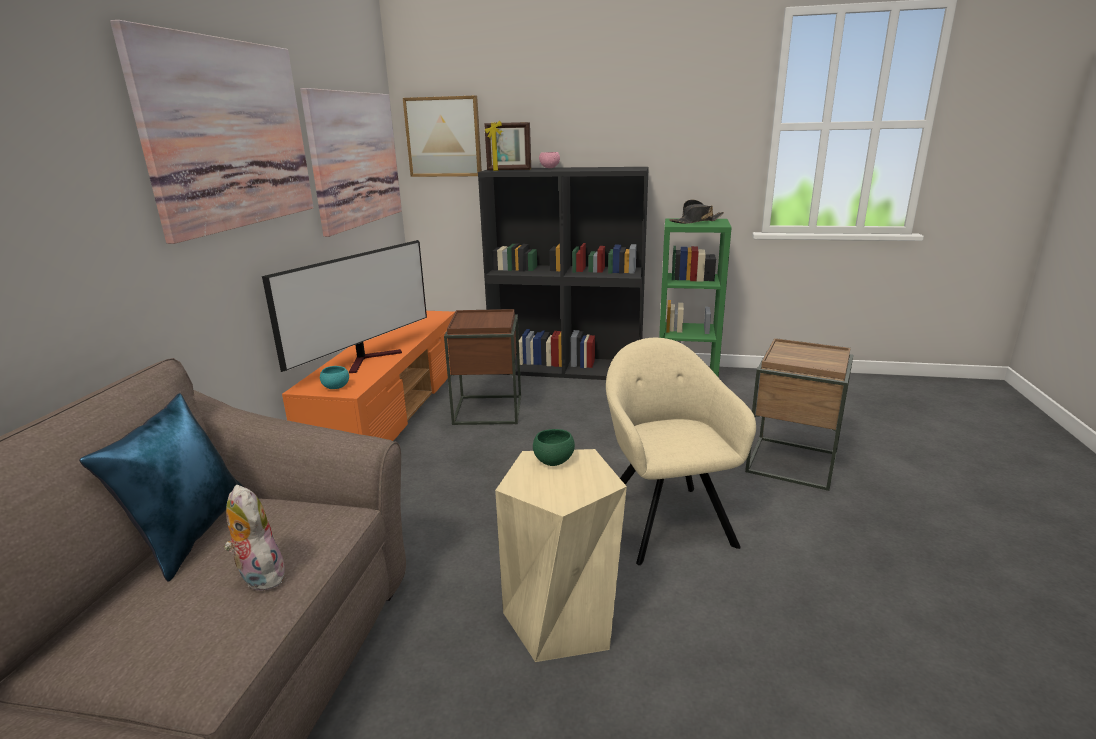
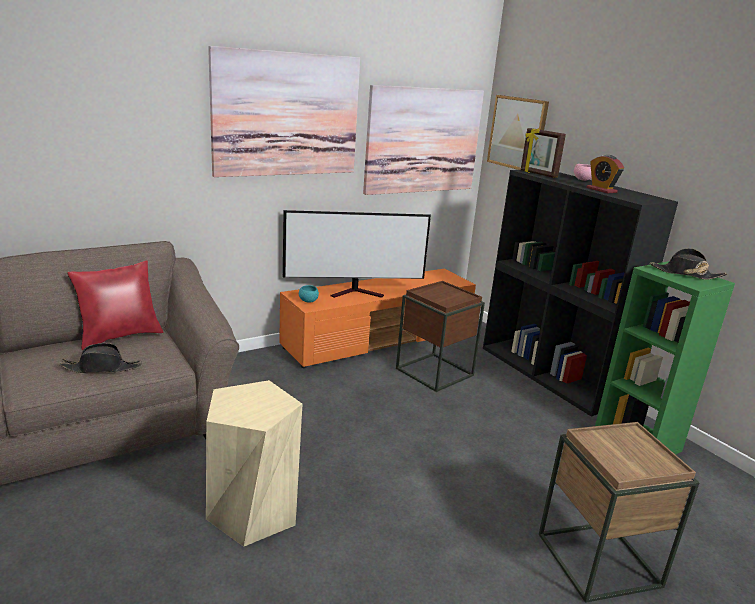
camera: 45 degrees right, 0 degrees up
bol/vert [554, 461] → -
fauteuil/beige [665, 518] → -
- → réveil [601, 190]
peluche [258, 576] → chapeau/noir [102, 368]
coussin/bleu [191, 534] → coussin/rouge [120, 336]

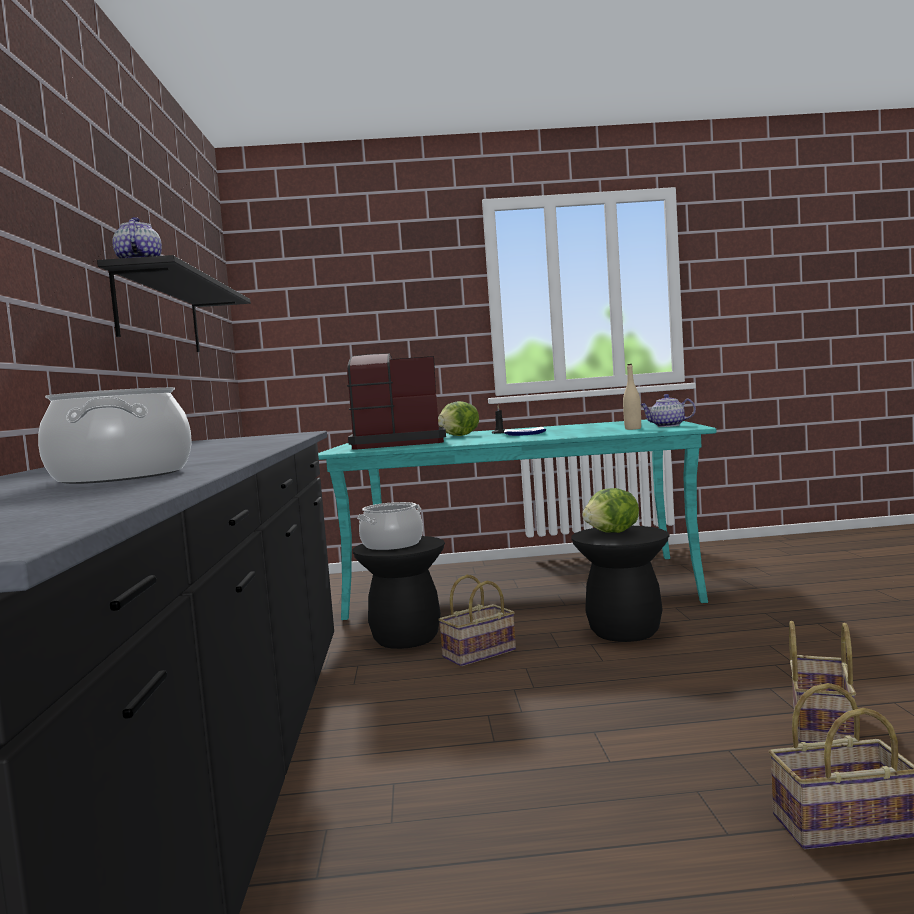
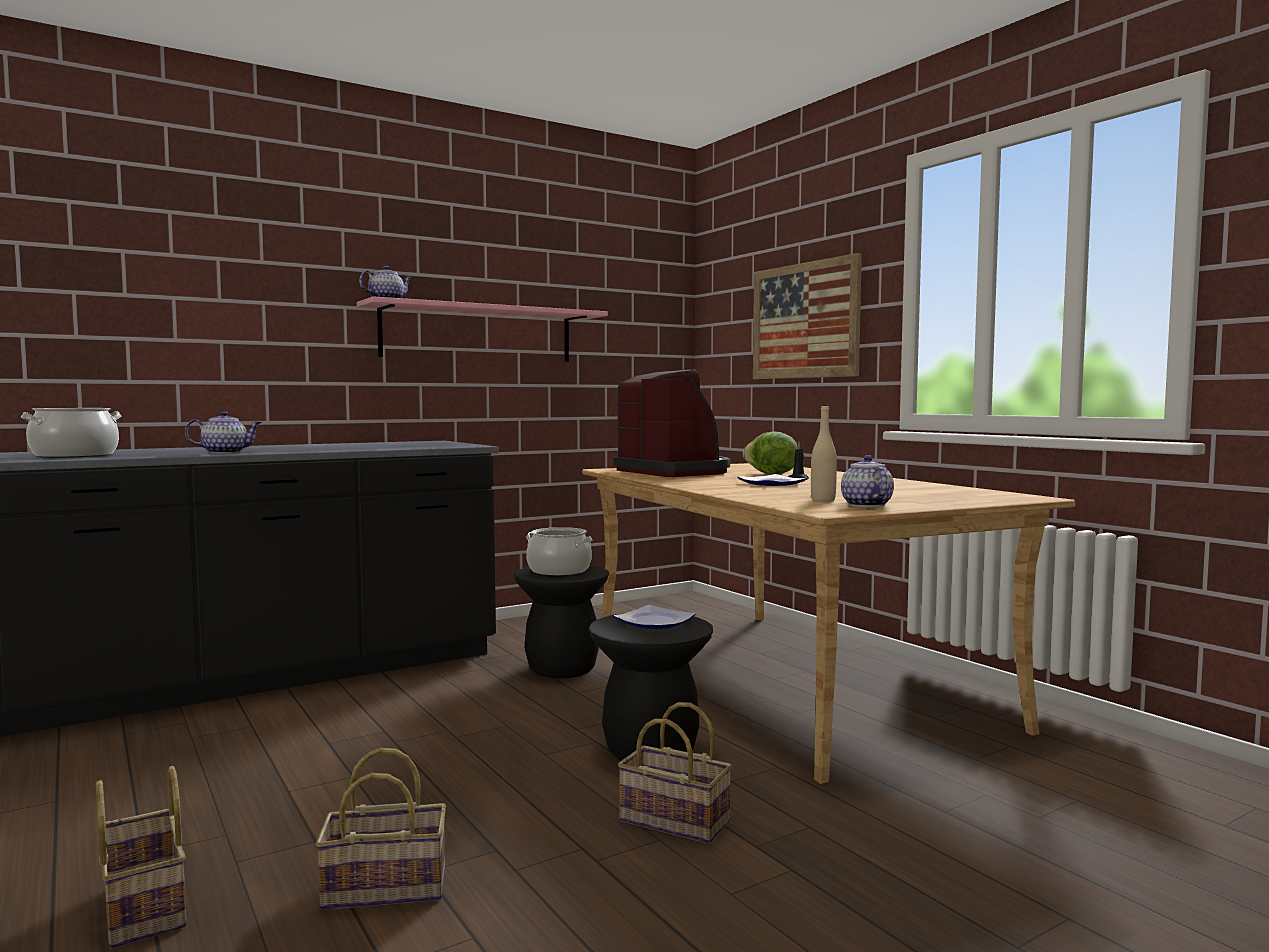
camera: 60 degrees right, 0 degrees up
- → théière [226, 452]
- → tableau [805, 321]
panier [478, 654] → panier [671, 821], relocated
laitue [613, 533] → assiette [655, 623]
étagère/noir [160, 315] → étagère/rose [478, 334]
table à manger/turquoise [519, 586] → table à manger/beige [780, 678]

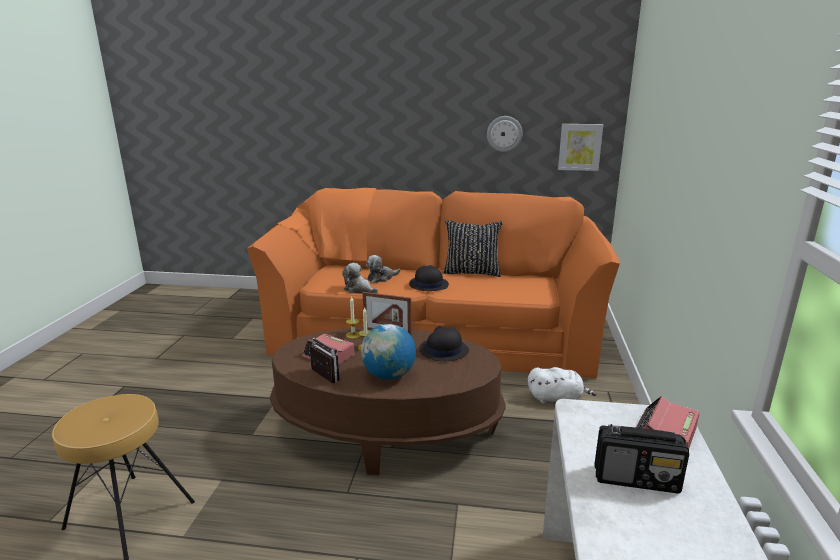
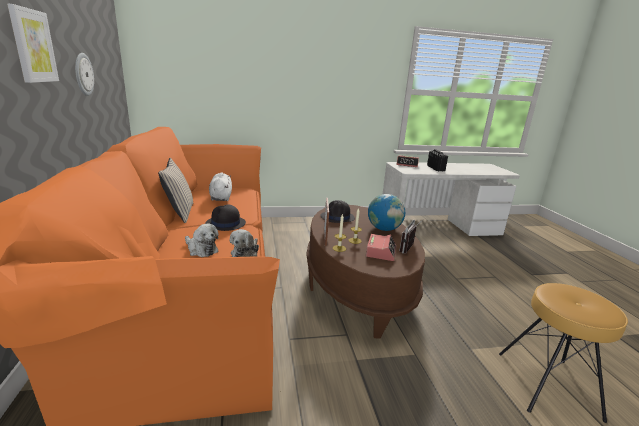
camera: 110 degrees left, 0 degrees up
peluche/blanc [557, 399] → peluche/blanc [221, 197], relocated
tableau [580, 147] → tableau [33, 46], relocated
coussin/noir [471, 272] → coussin/beige [179, 213]

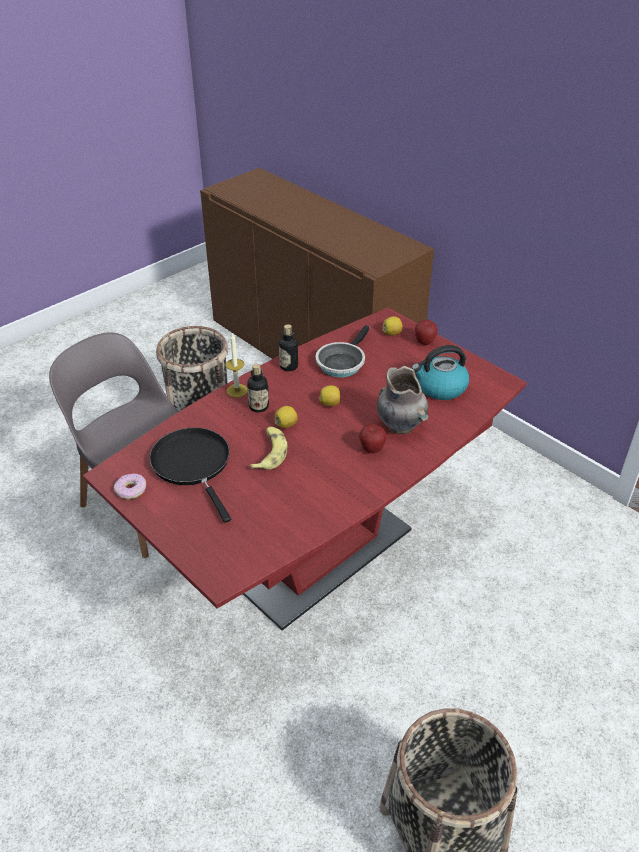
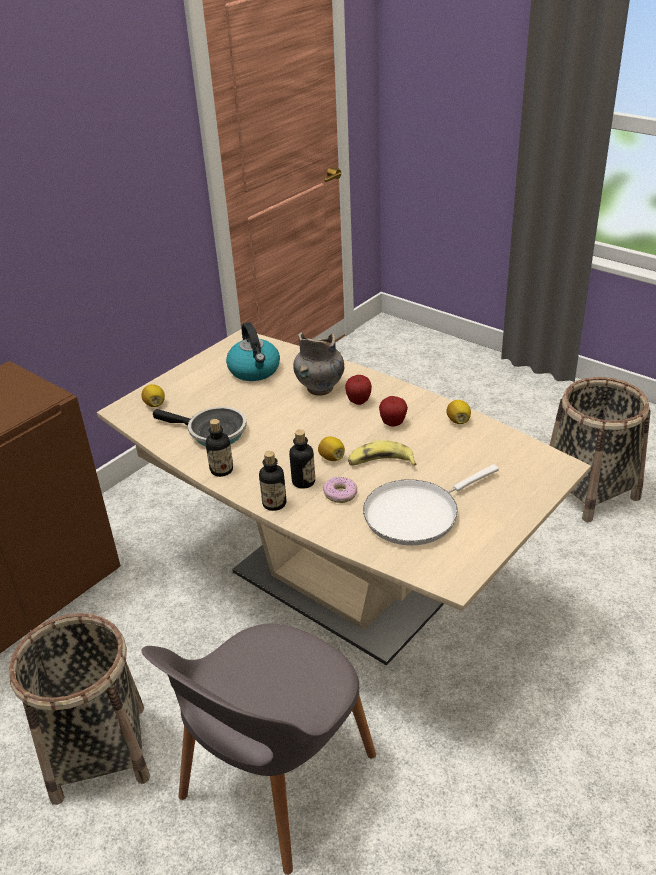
camera: 95 degrees left, 5 degrees down
beignet [131, 490] → beignet [340, 494], relocated
citron [330, 403] → citron [458, 421], relocated
pomme [424, 342] → pomme [393, 424], relocated
bougie [237, 390] → bouteille [274, 503]
table à manger/rouge [319, 552] → table à manger/beige [336, 587]
poêle/noir [193, 465] → poêle/blanc [416, 514]

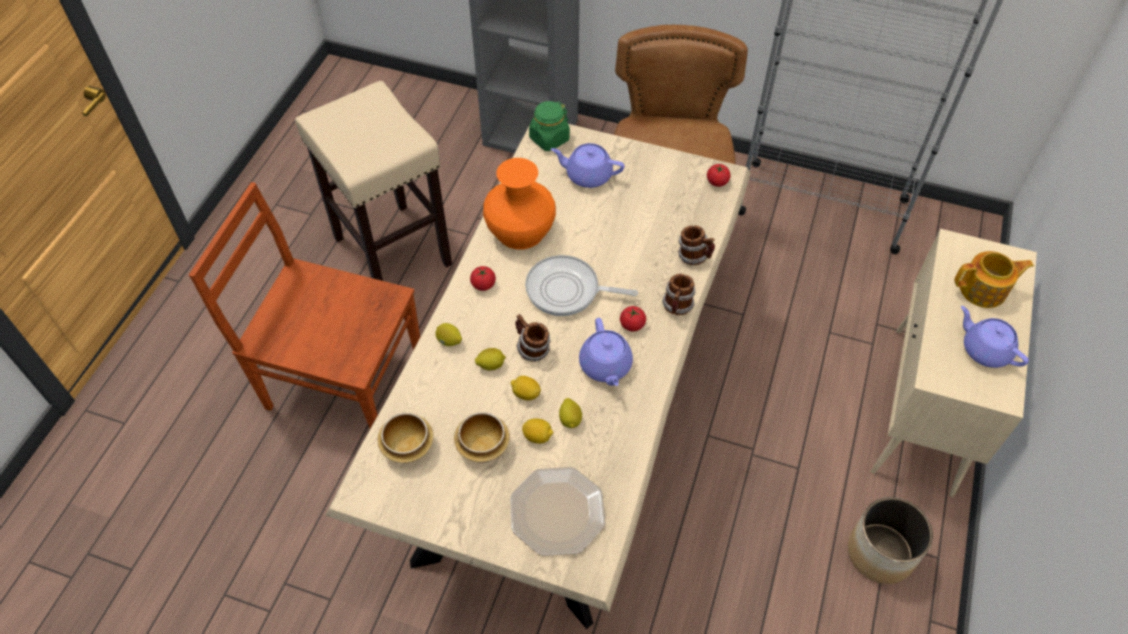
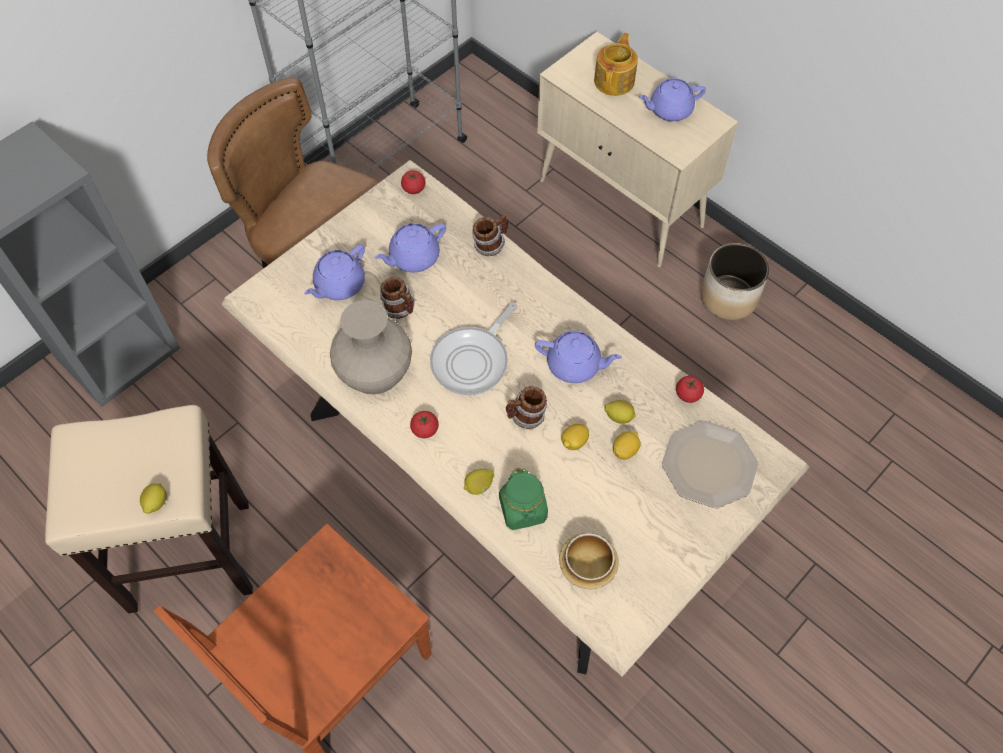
camera: 65 degrees left, 5 degrees up
bol [482, 447] → -
- → théière/violet [413, 258]
citron [491, 365] → citron [156, 503], relocated
bocal/vert [549, 139] → bocal/vert [523, 509], relocated
tomate [632, 325] → tomate [688, 394], relocated
mug [677, 307] → mug [400, 309], relocated
vase/orange [520, 230] → vase/beige [374, 371]

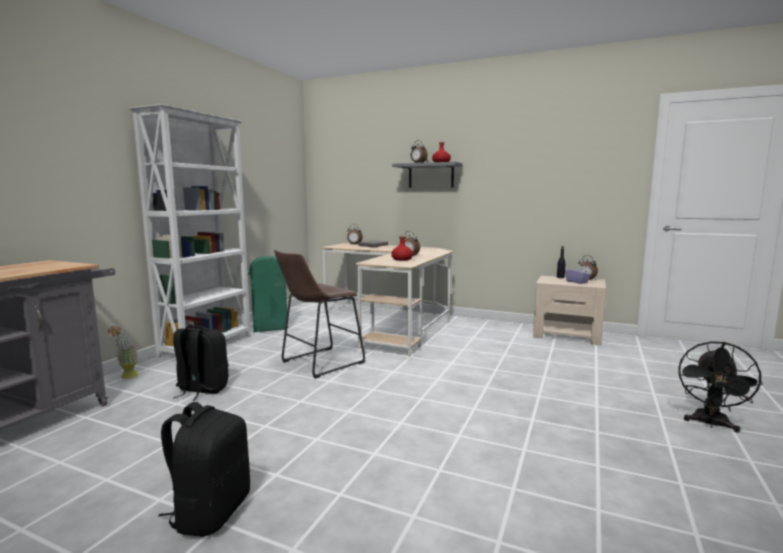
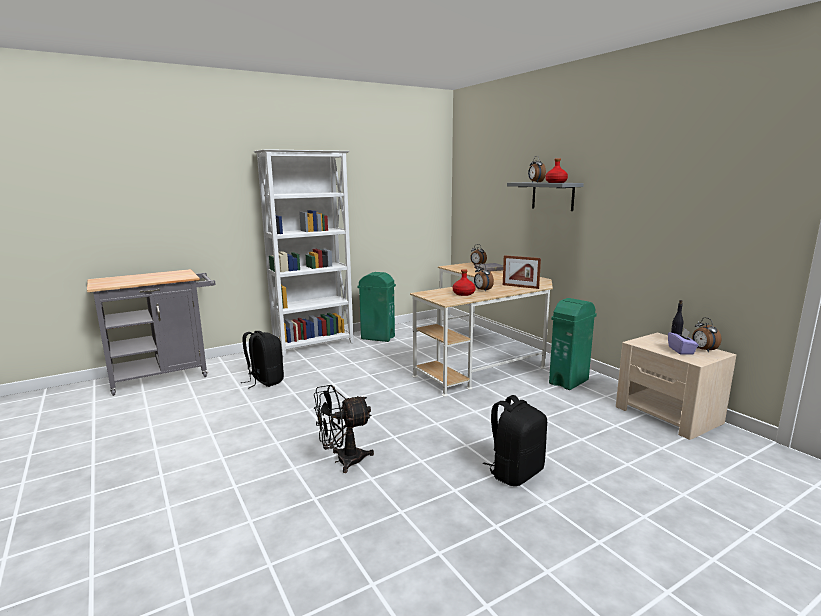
camera: 35 degrees right, 5 degrees up
plante en pot [126, 377] → -
tabouret/marron [318, 363] → -
- → cadre photo [520, 286]
- → poubelle/vert [569, 382]
sac à dos/noir [210, 512] → sac à dos/noir [515, 472], relocated
ventilateur/noir [710, 424] → ventilateur/noir [343, 461], relocated

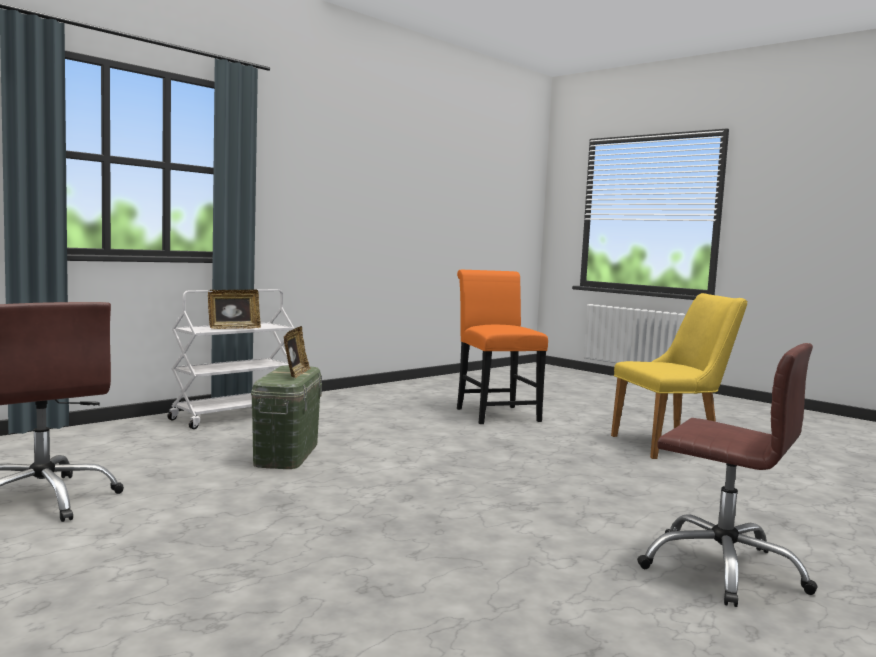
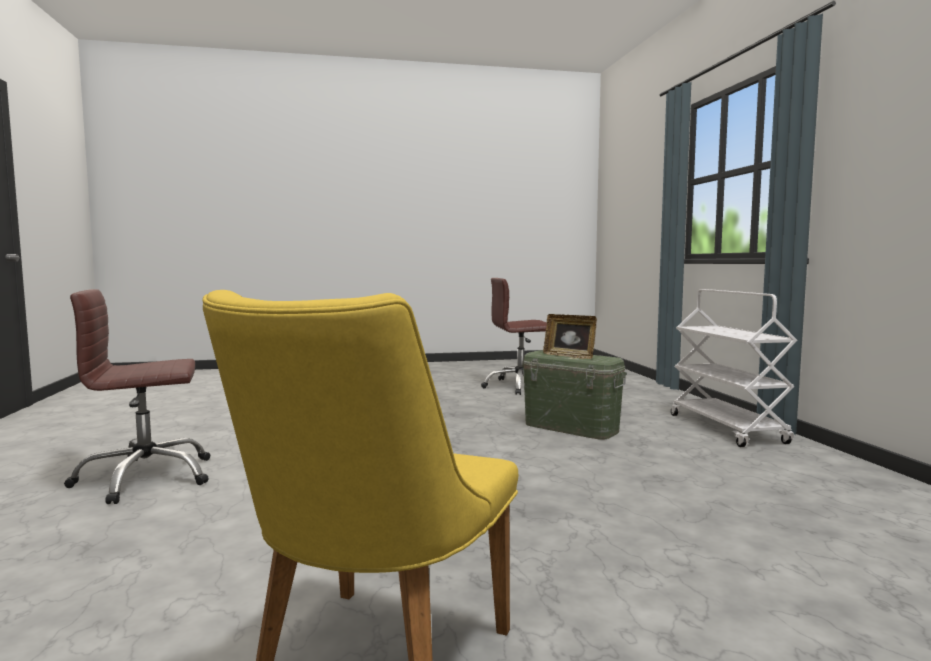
camera: 125 degrees right, 0 degrees up
cadre photo [233, 328] → -
chaise/orange [495, 413] → -

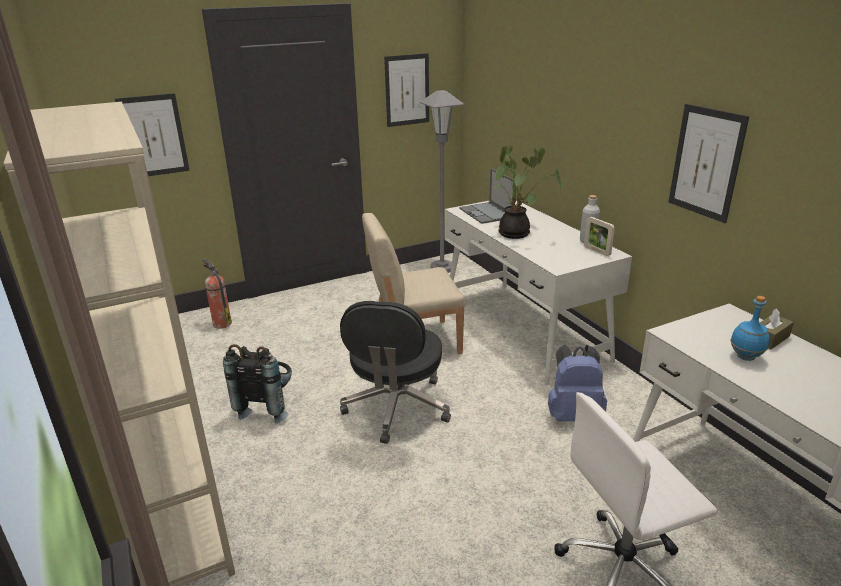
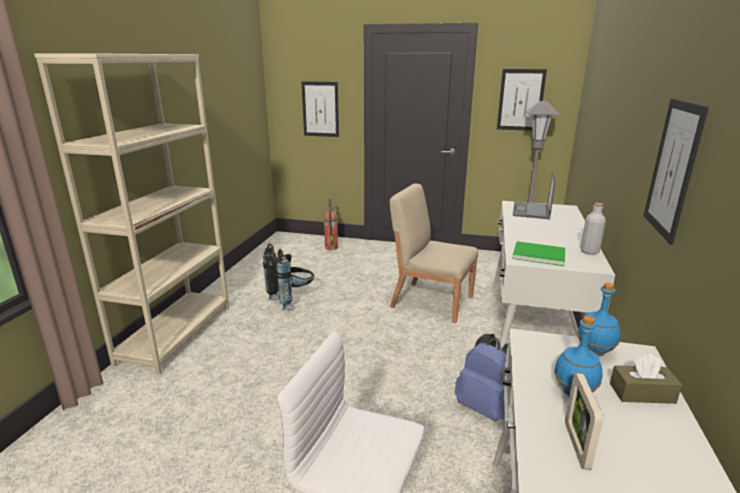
camera: 40 degrees right, 5 degrees down
chaise de bureau/noir [396, 408] → -
plante en pot [517, 234] → -
- → livre/vert [537, 254]
- → bouteille/bleu [595, 352]
cadre photo [597, 251] → cadre photo [576, 445], relocated

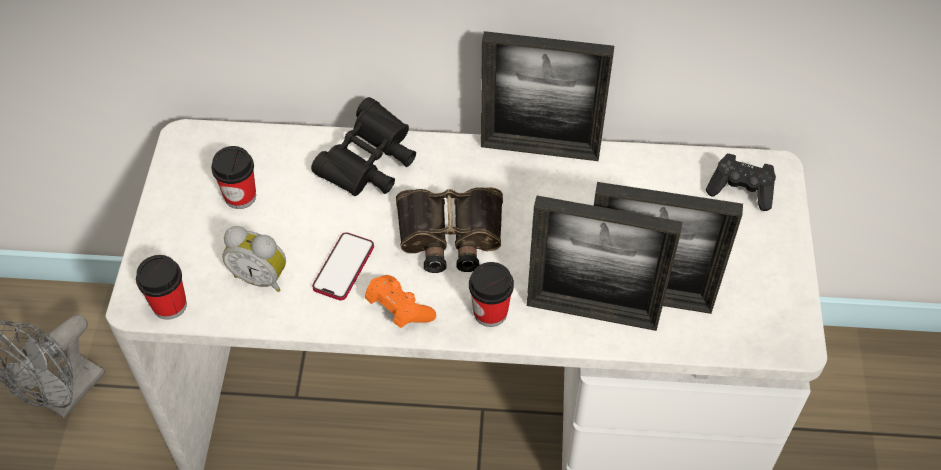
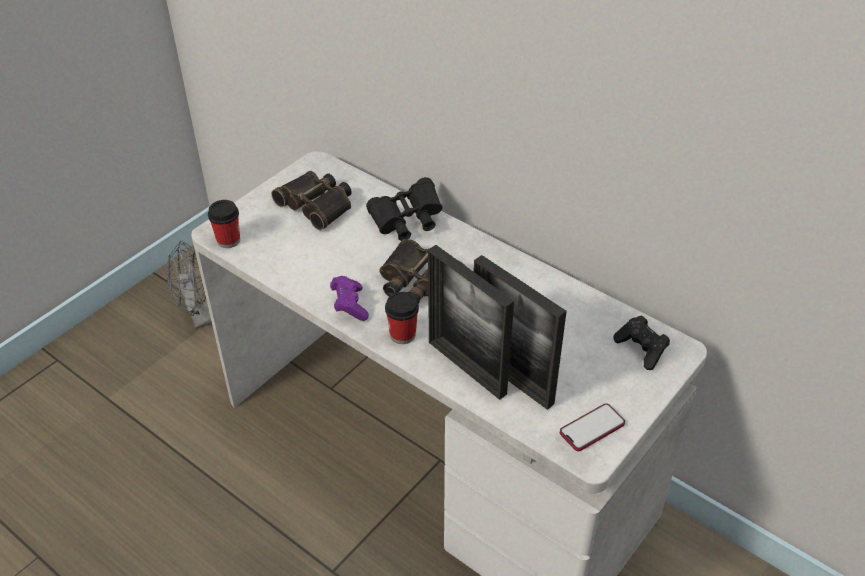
camera: 35 degrees right, 10 degrees down
réveil [261, 276] → -
cadre photo [540, 149] → -
téléphone [344, 267] → téléphone [592, 428], relocated
tasse [240, 196] → jumelles [318, 204]
manette/orange [398, 309] → manette/violet [349, 305]

